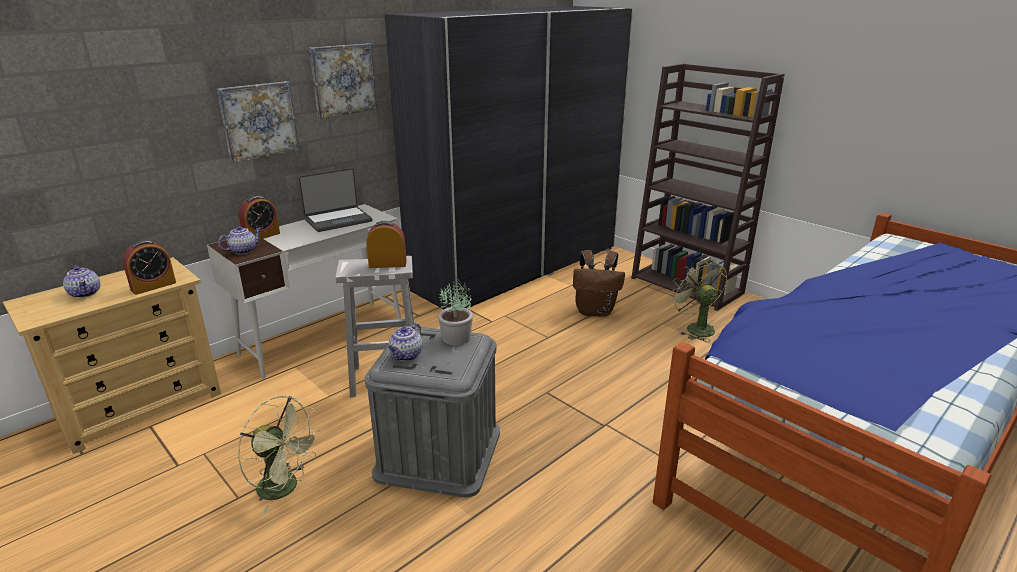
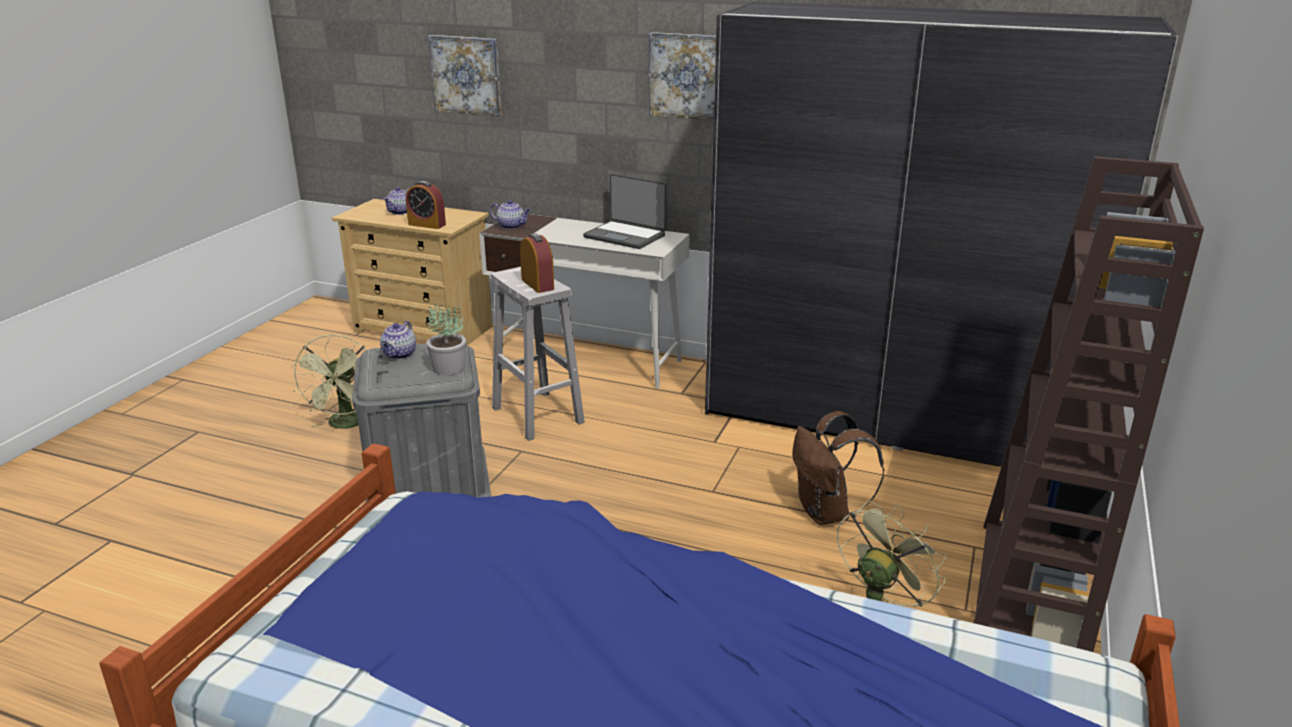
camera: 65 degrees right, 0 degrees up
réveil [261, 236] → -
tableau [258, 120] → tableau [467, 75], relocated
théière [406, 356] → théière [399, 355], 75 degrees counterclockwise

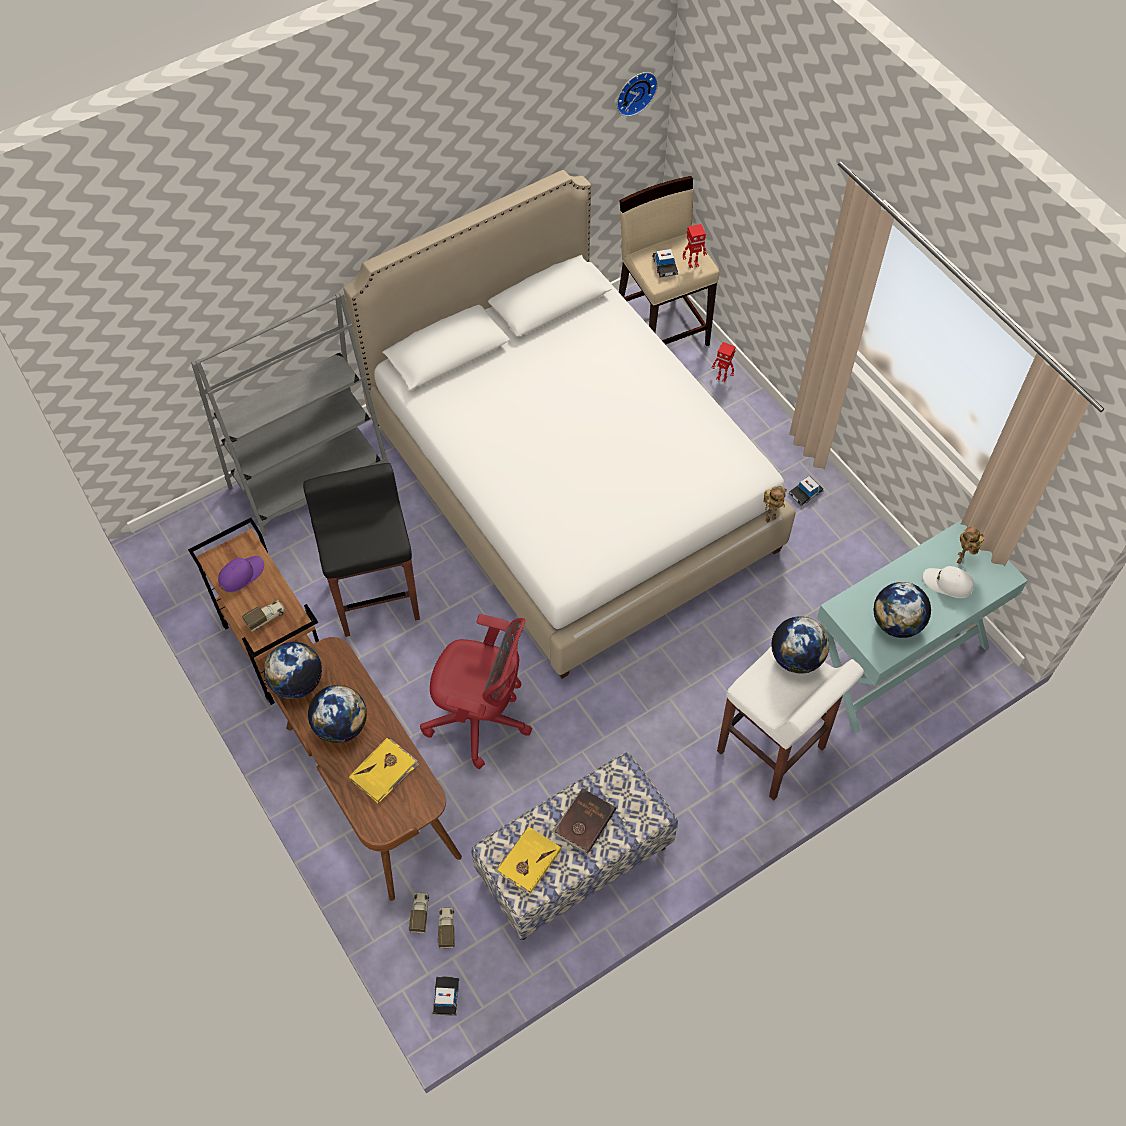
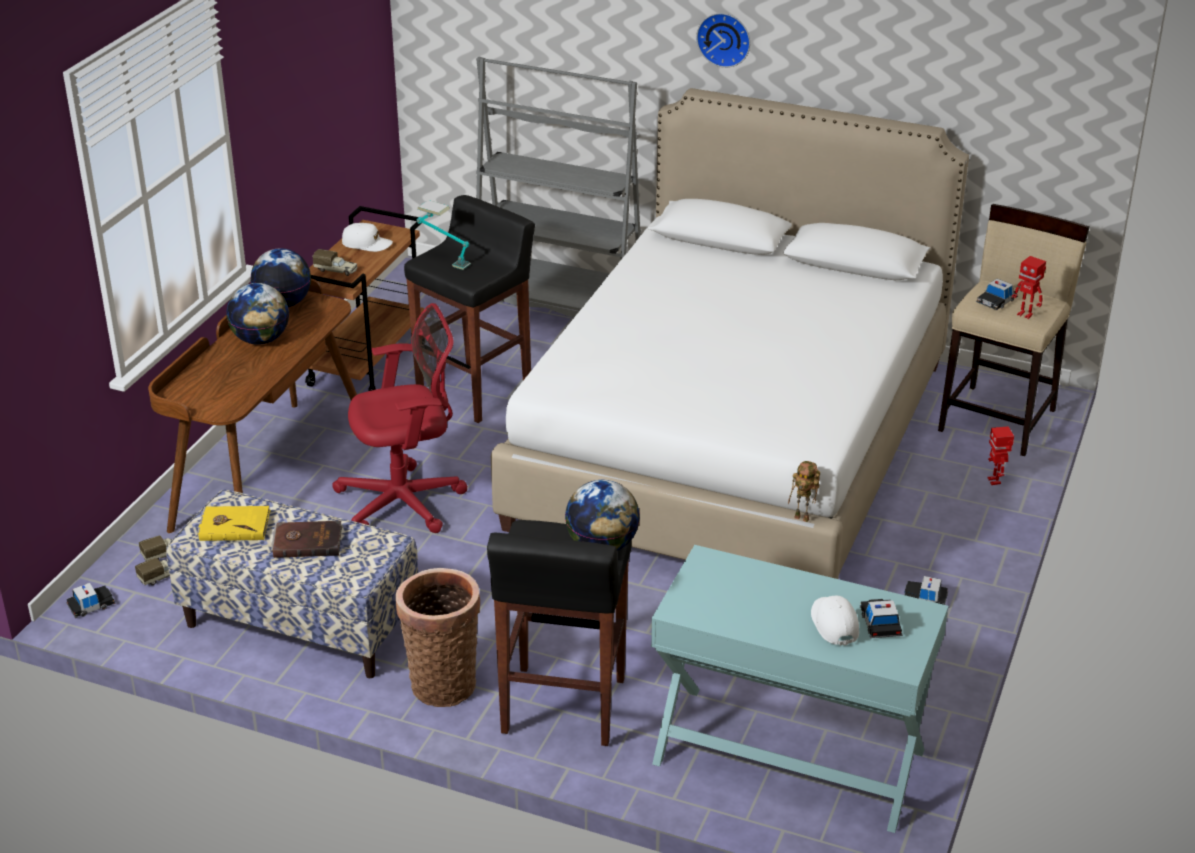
camera: 55 degrees right, 25 degrees down
livre/jaune [384, 771] → -
globe [896, 623] → -
- → panier [443, 682]
- → lampe de table [443, 260]
horloge murale [634, 91] → horloge murale [724, 38], relocated
robot jouet [961, 560] → petite voiture [880, 623]
casquette/violet [241, 575] → casquette/blanc [367, 244]
tabouret/blanc [772, 751] → tabouret/noir [562, 707]
chaise de bureau/rouge [481, 719] → chaise de bureau/rouge [406, 502], 90 degrees counterclockwise

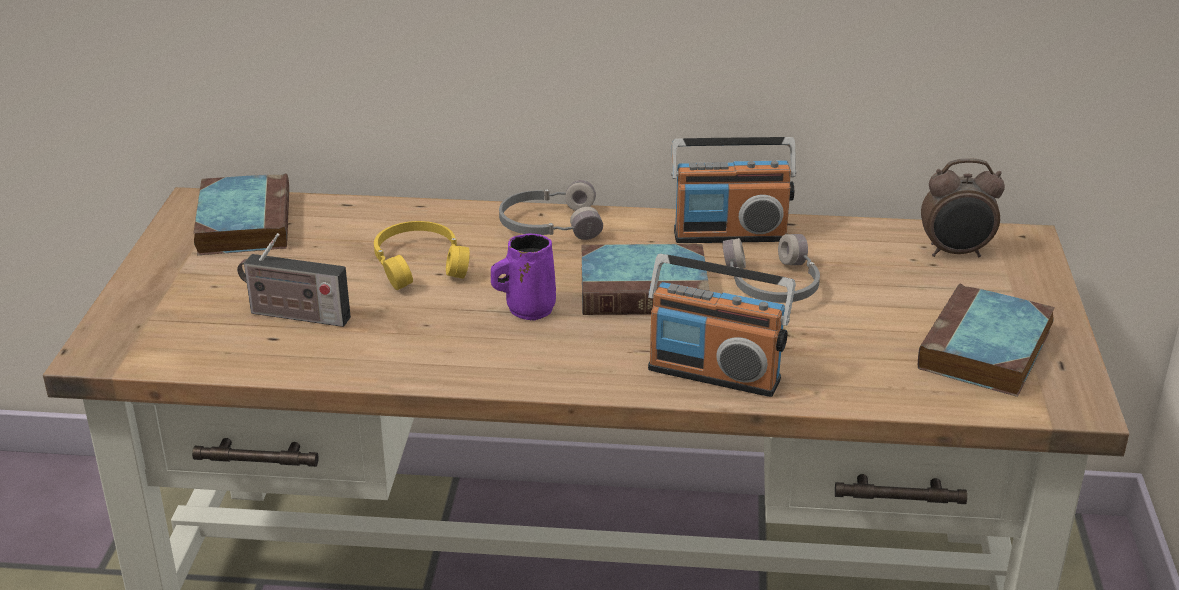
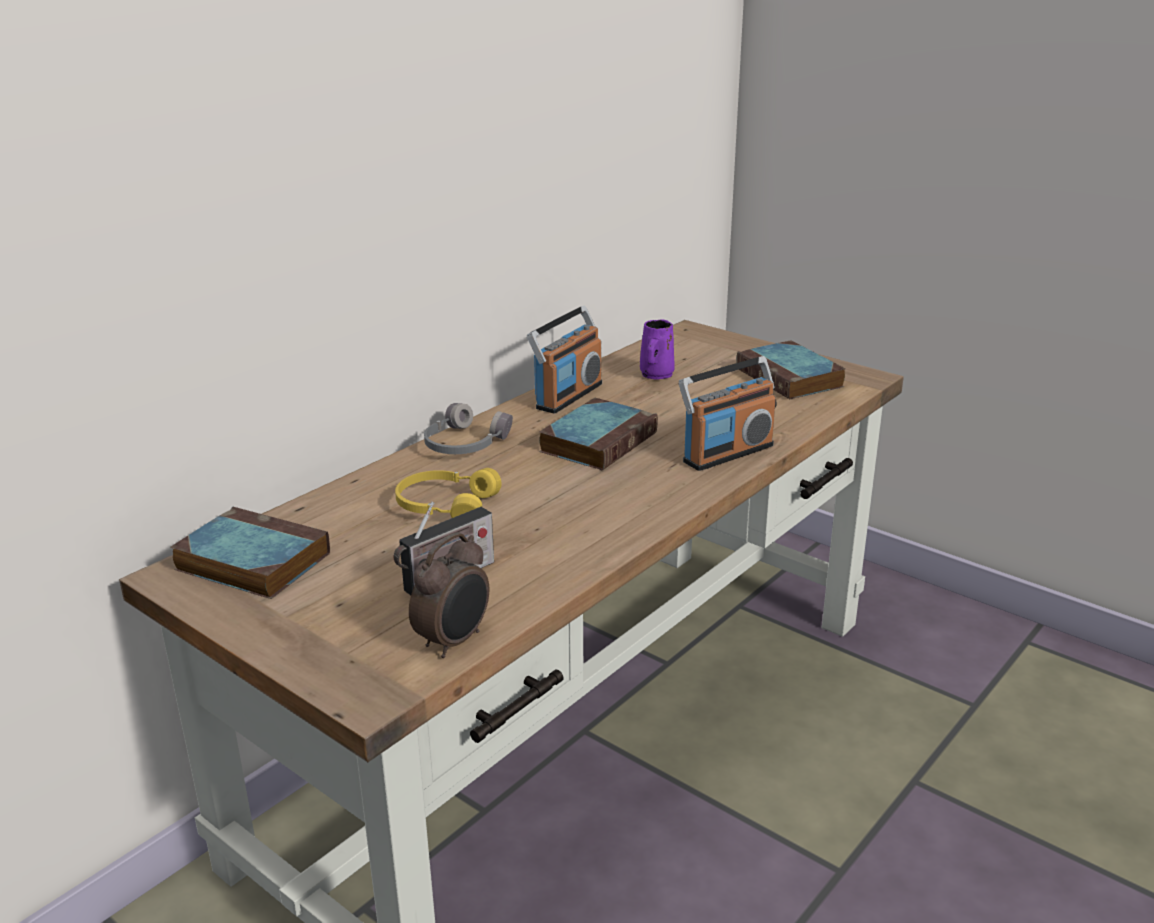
camera: 55 degrees left, 5 degrees down
casque audio/gris [771, 285] → -
mug/violet [527, 309] → mug/violet [656, 375], relocated
réveil [955, 253] → réveil [454, 641], relocated

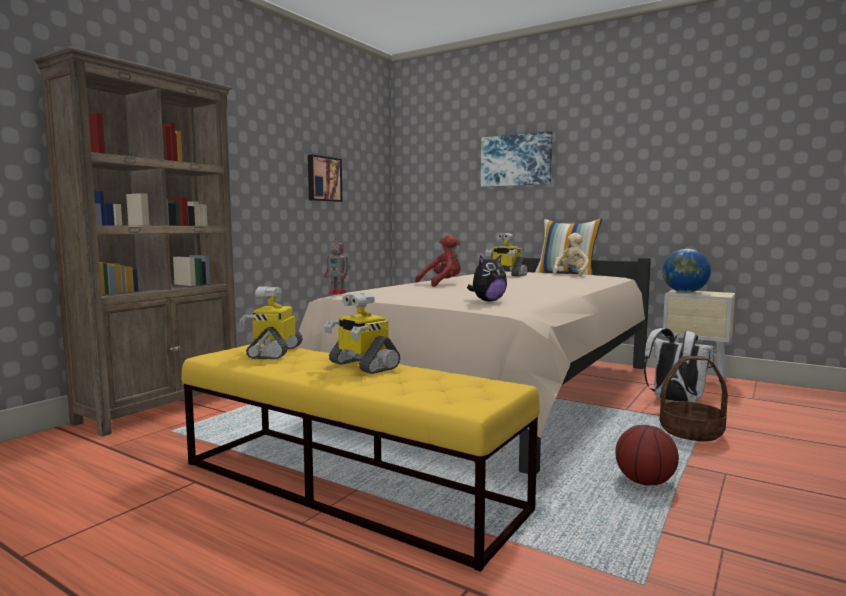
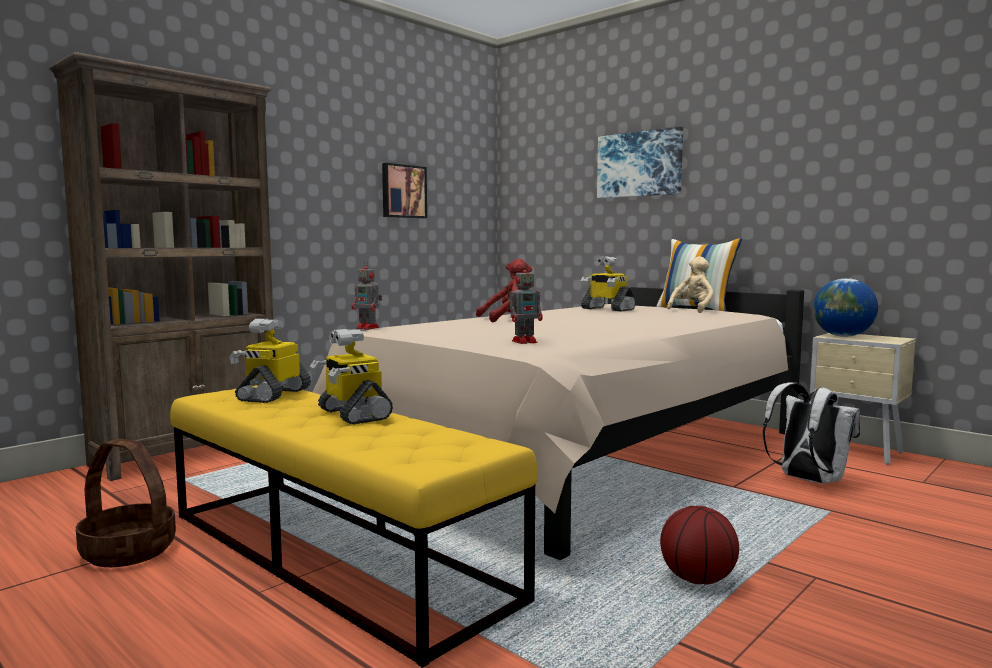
camera: 10 degrees right, 0 degrees up
panier [691, 432] → panier [129, 551], relocated
peluche [488, 301] → robot jouet [525, 341]

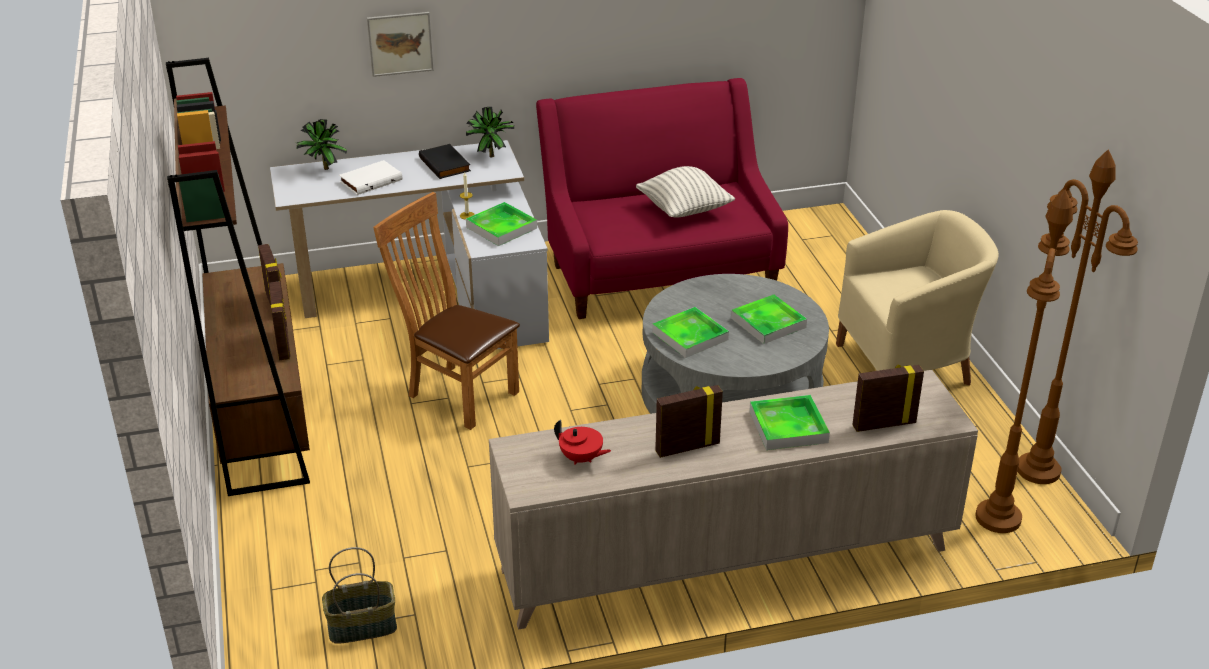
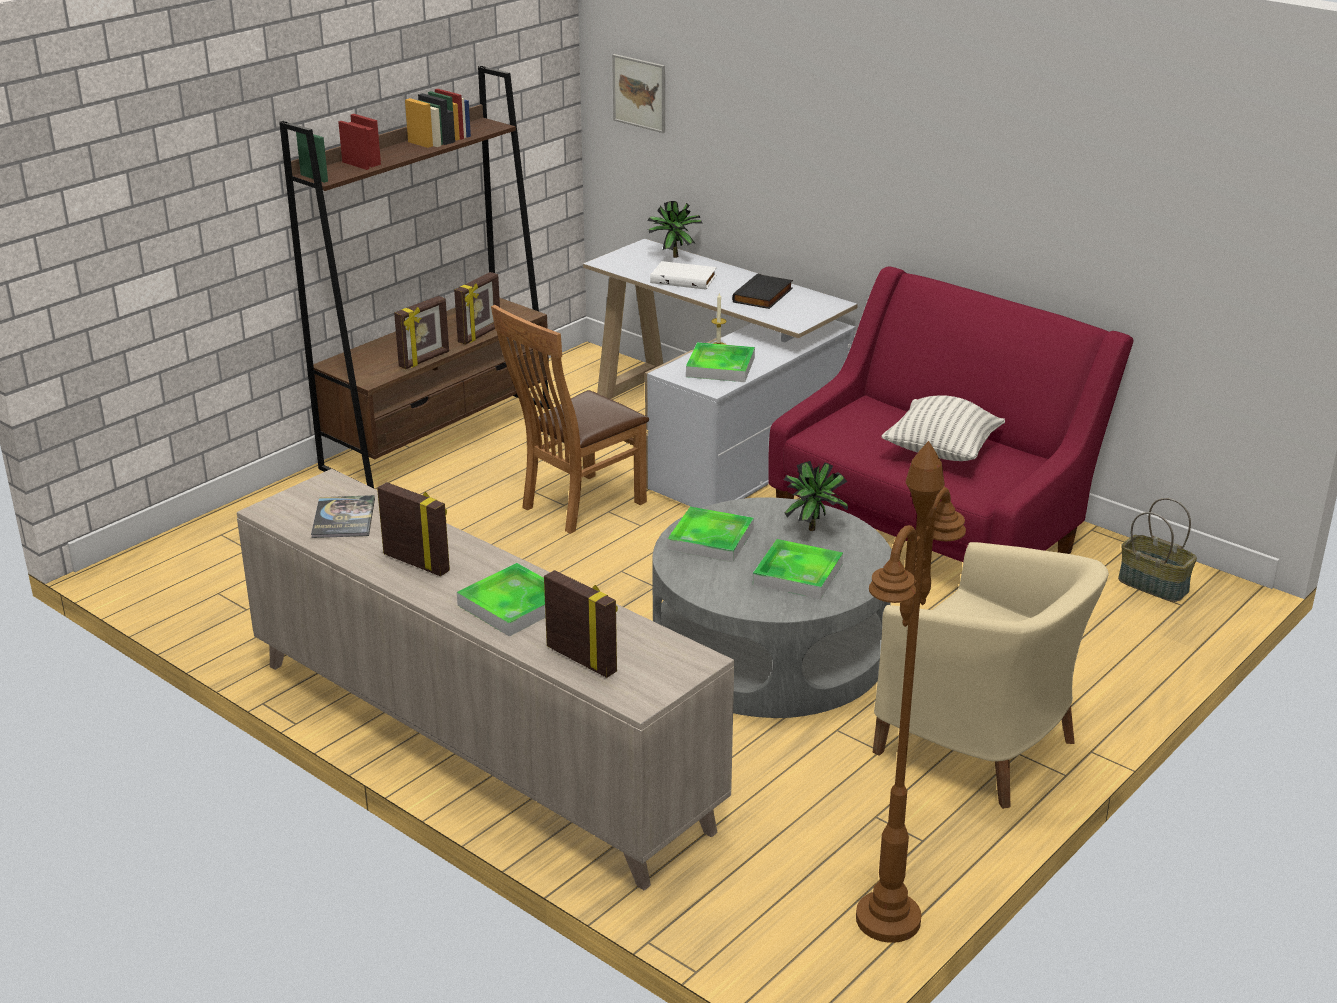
camera: 55 degrees right, 5 degrees down
lampadaire/marron [998, 518] → -
panier [362, 626] → panier [1154, 585], relocated
tableau [400, 43] → tableau [639, 93], relocated
plante en pot [490, 155] → plante en pot [813, 527], relocated
théière/rouge [581, 458] → livre [343, 518]
chaise/marron [457, 393] → chaise/marron [576, 506], 135 degrees counterclockwise

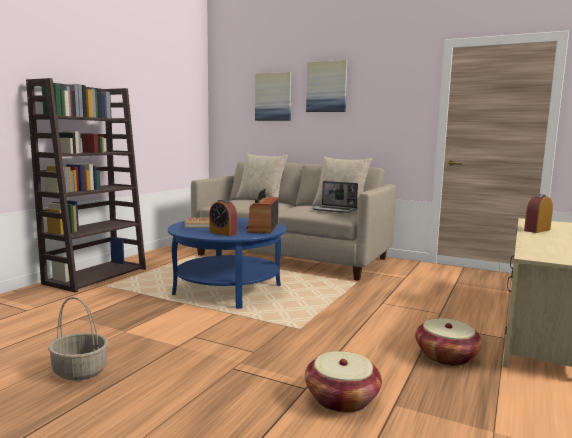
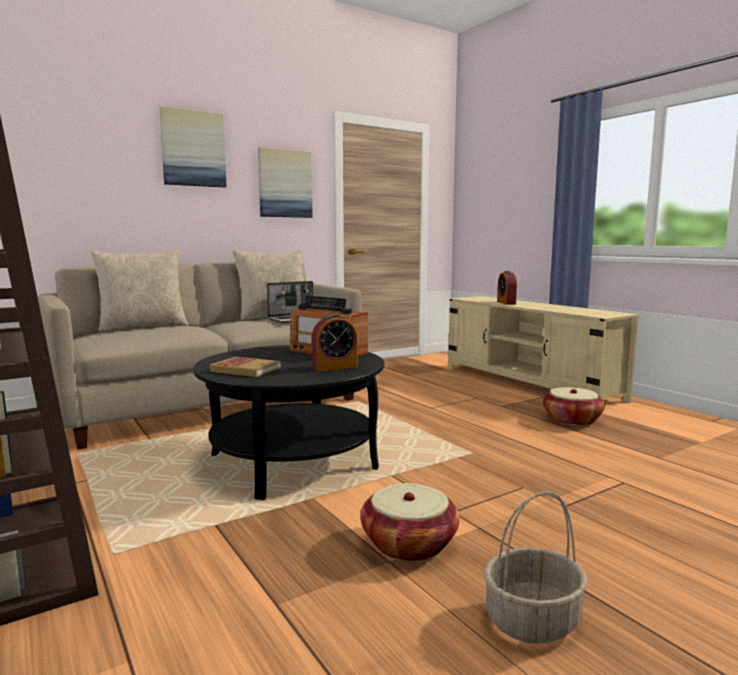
camera: 60 degrees left, 0 degrees up
tableau [273, 97] → tableau [285, 184], relocated
panier [341, 399] → panier [409, 544], relocated
table basse/bleu [228, 290] → table basse/noir [293, 461]

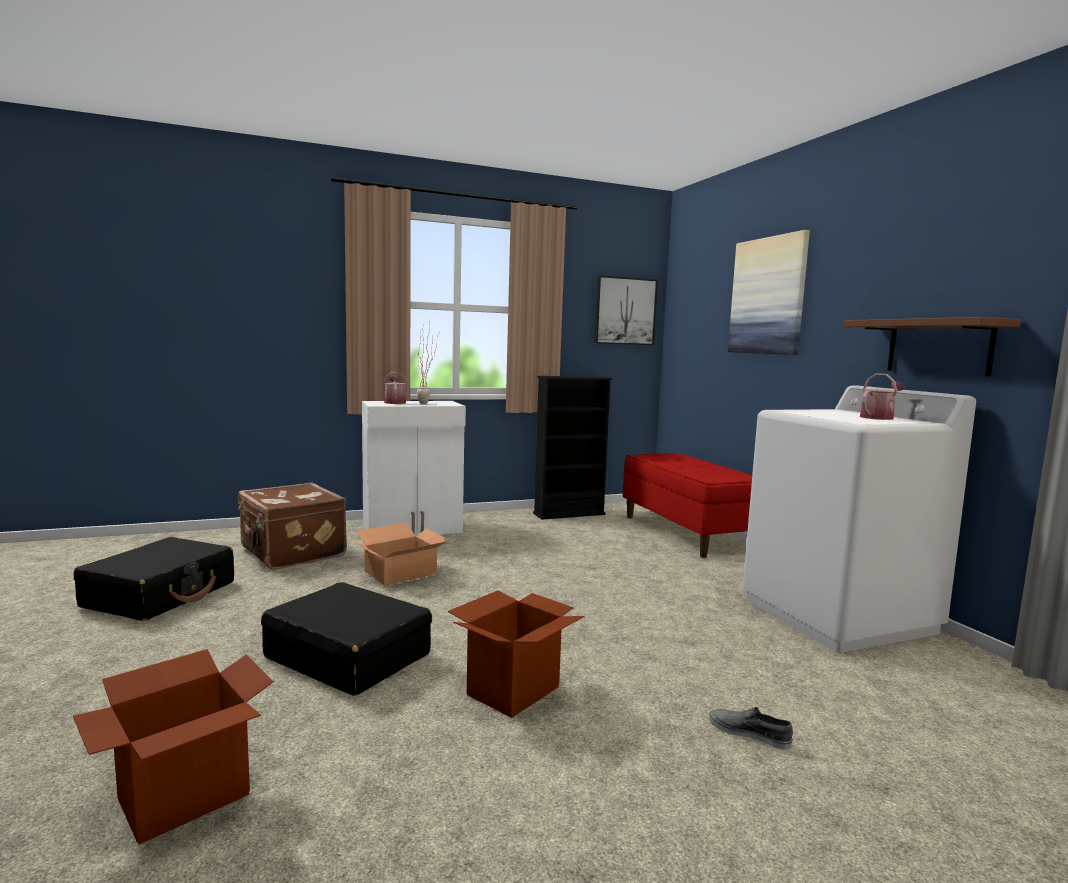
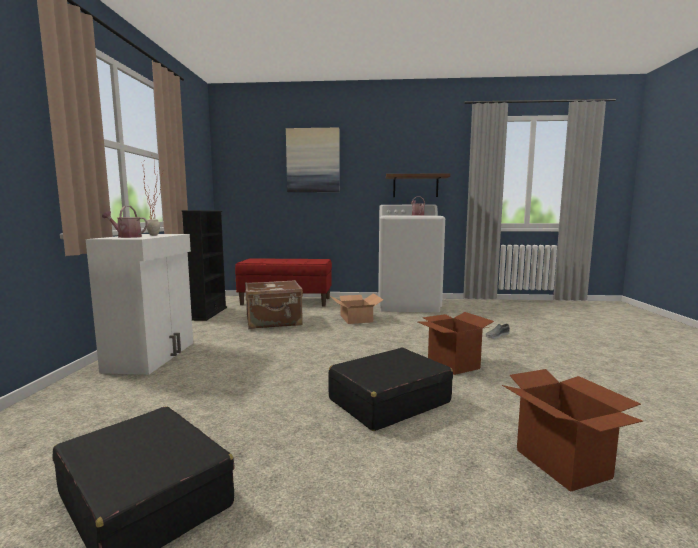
camera: 65 degrees left, 0 degrees up
tableau [625, 311] → -
valise/marron [291, 553] → valise/marron [274, 322], relocated
carton [401, 572] → carton [356, 318], relocated

